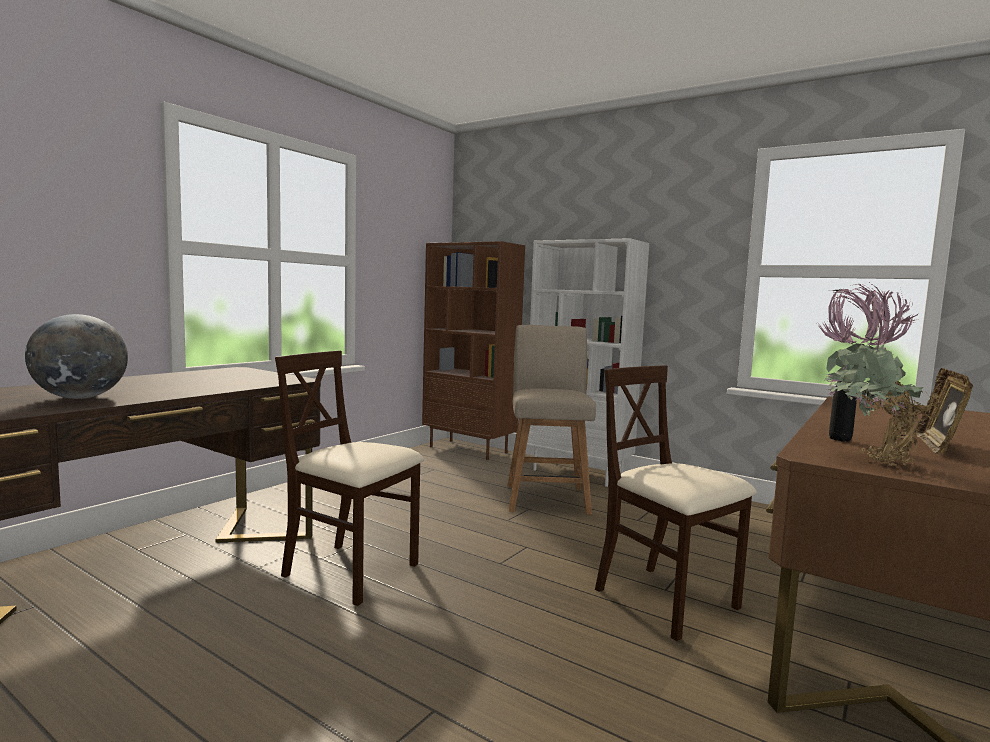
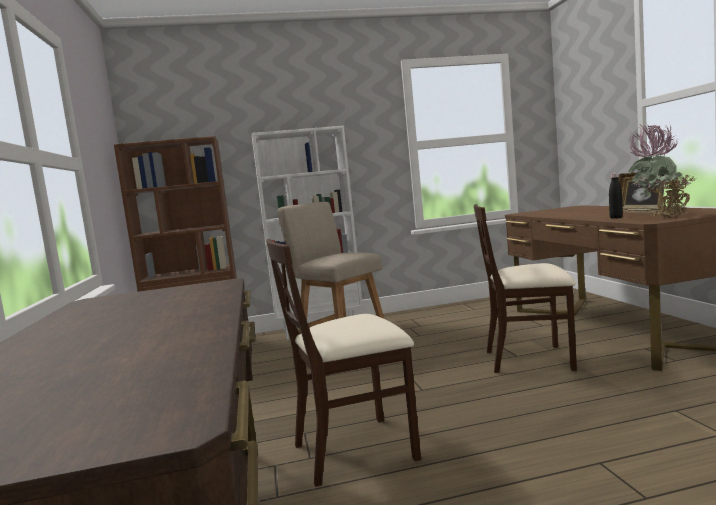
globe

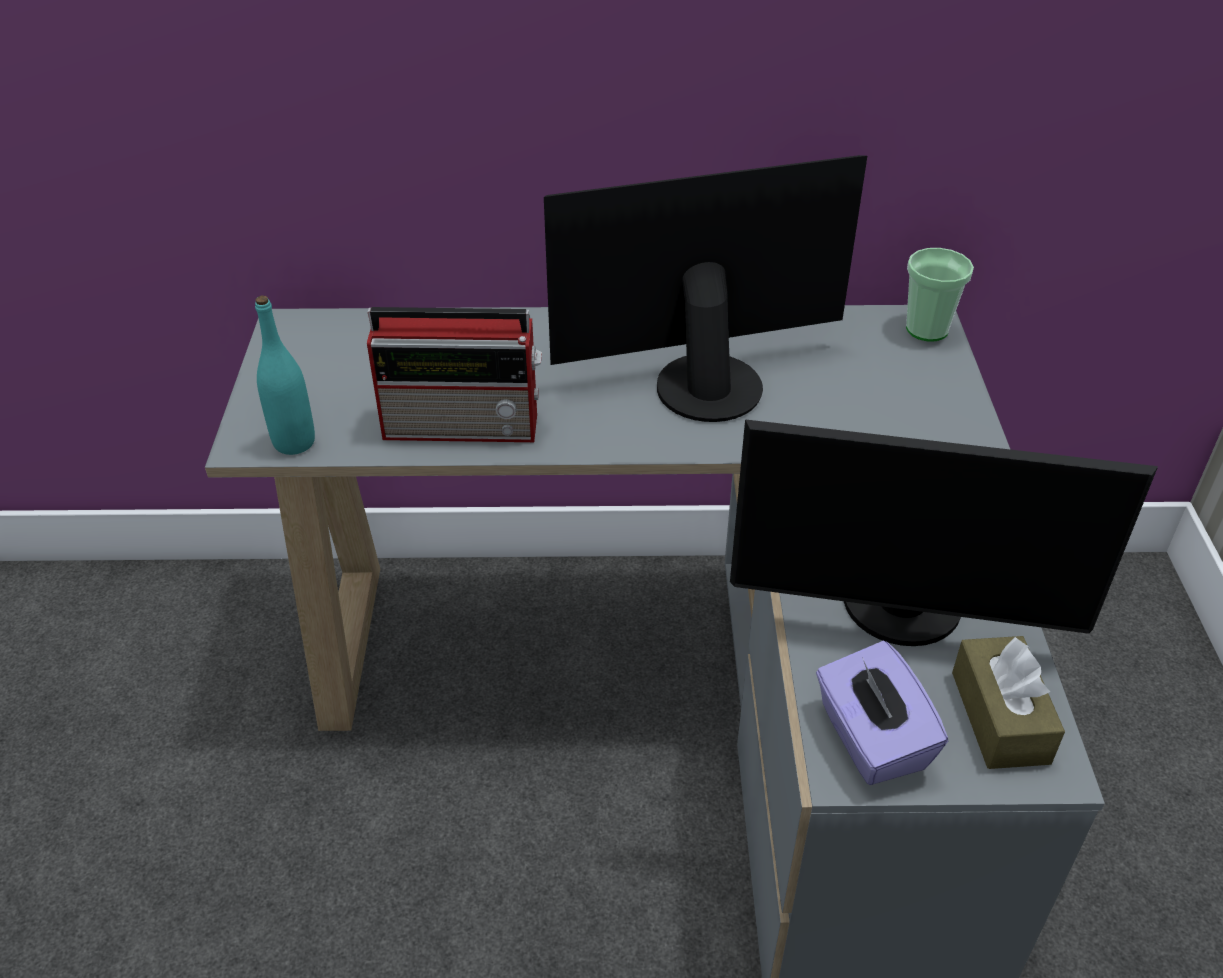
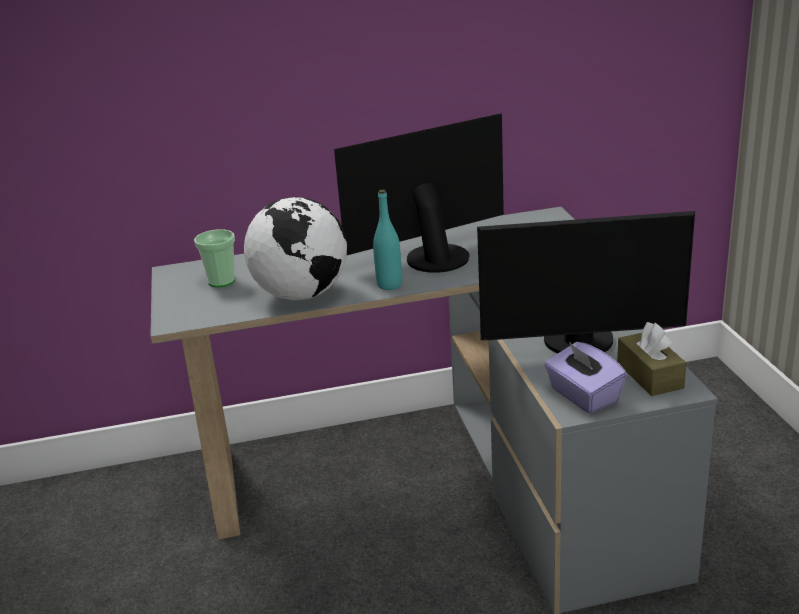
small cup
turquoise beverage bottle
globe

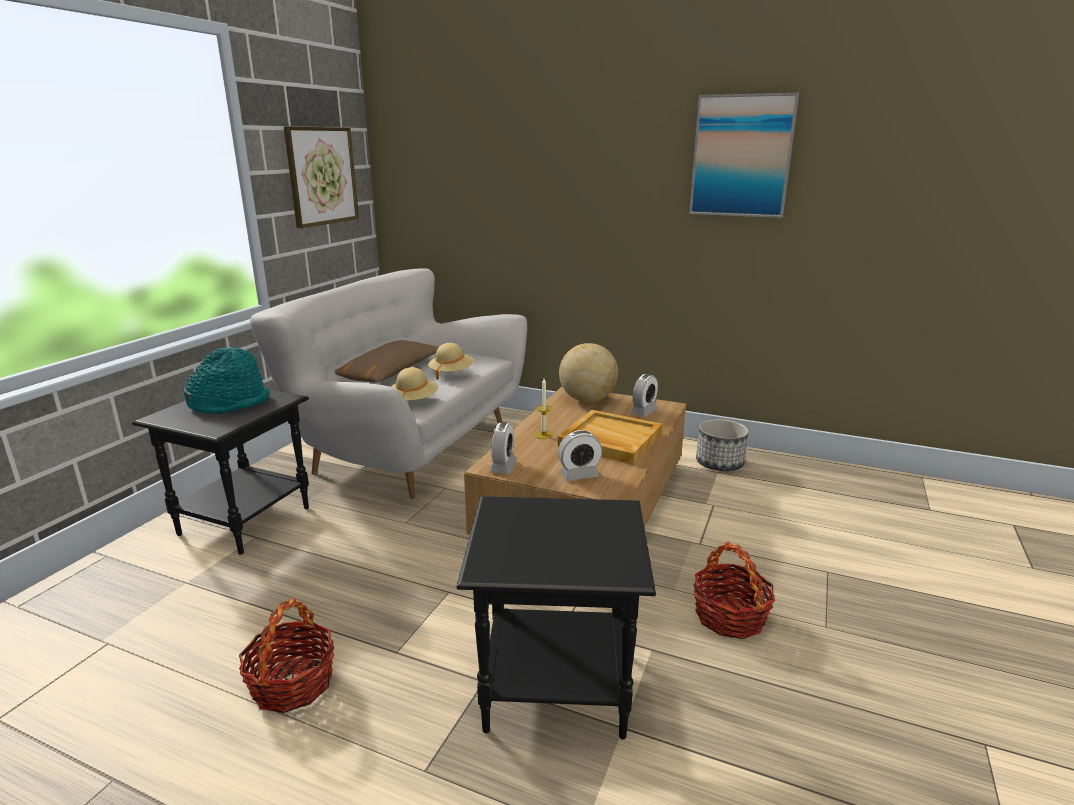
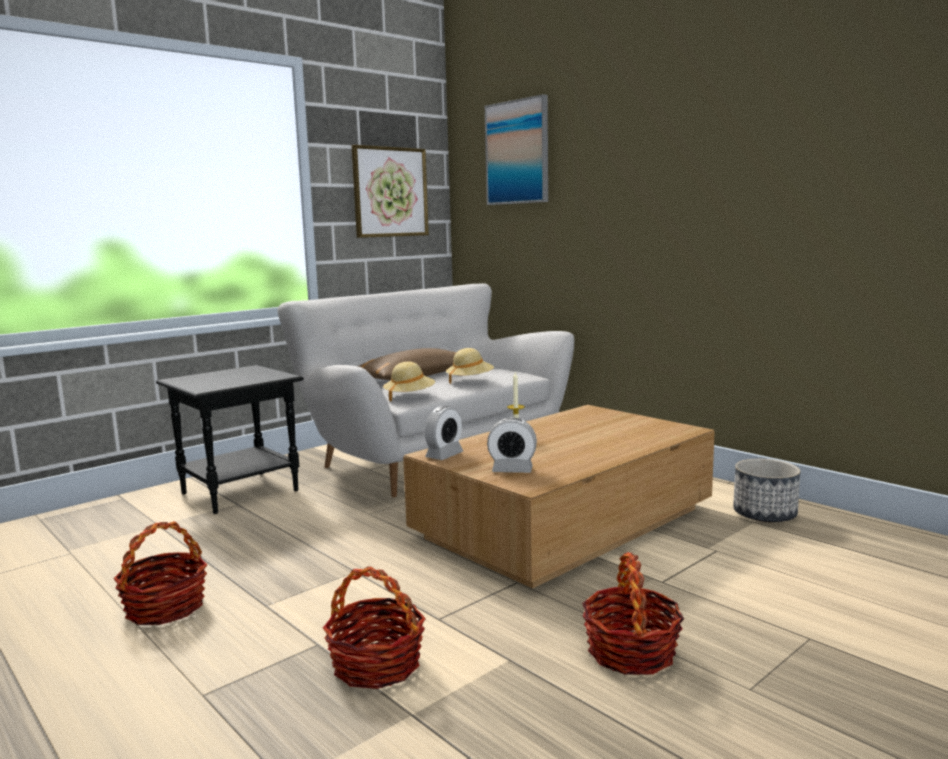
wall picture (2nd from left)
globe
turquoise wearable hat
alarm clock (3rd from left in the first image)
sand-coloured serving tray
storage basket (2nd from left)

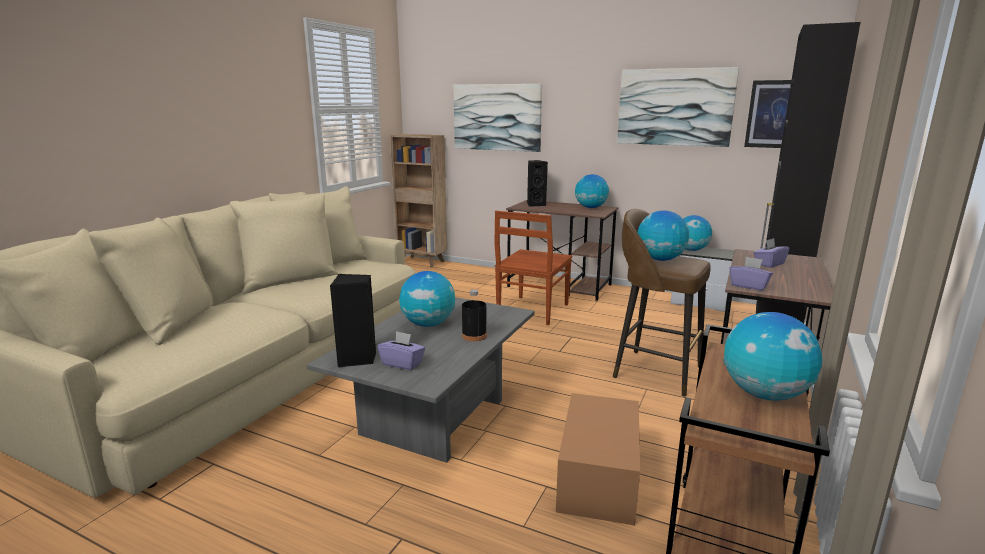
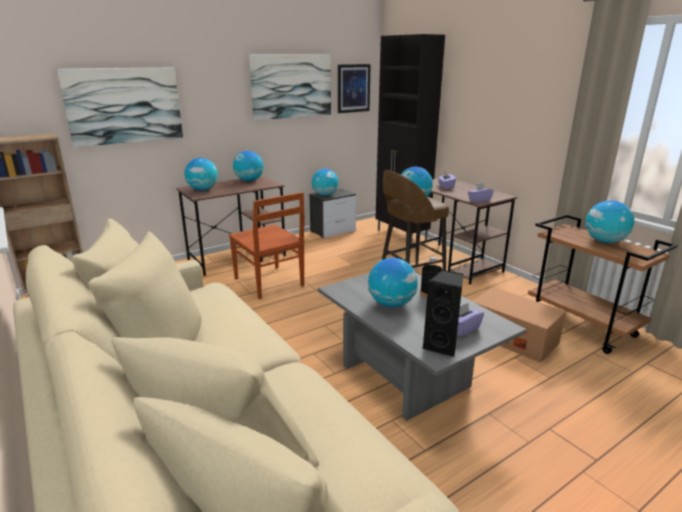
globe (1st from left)

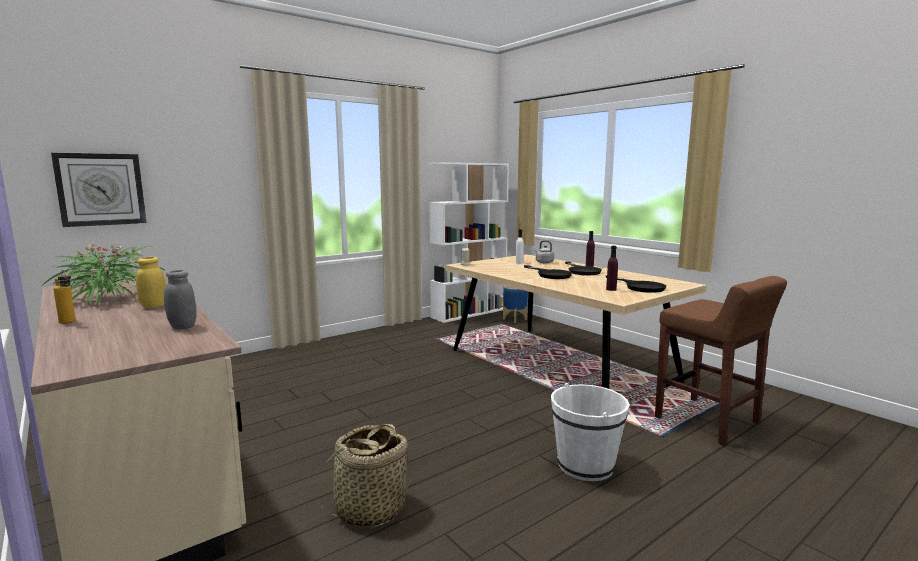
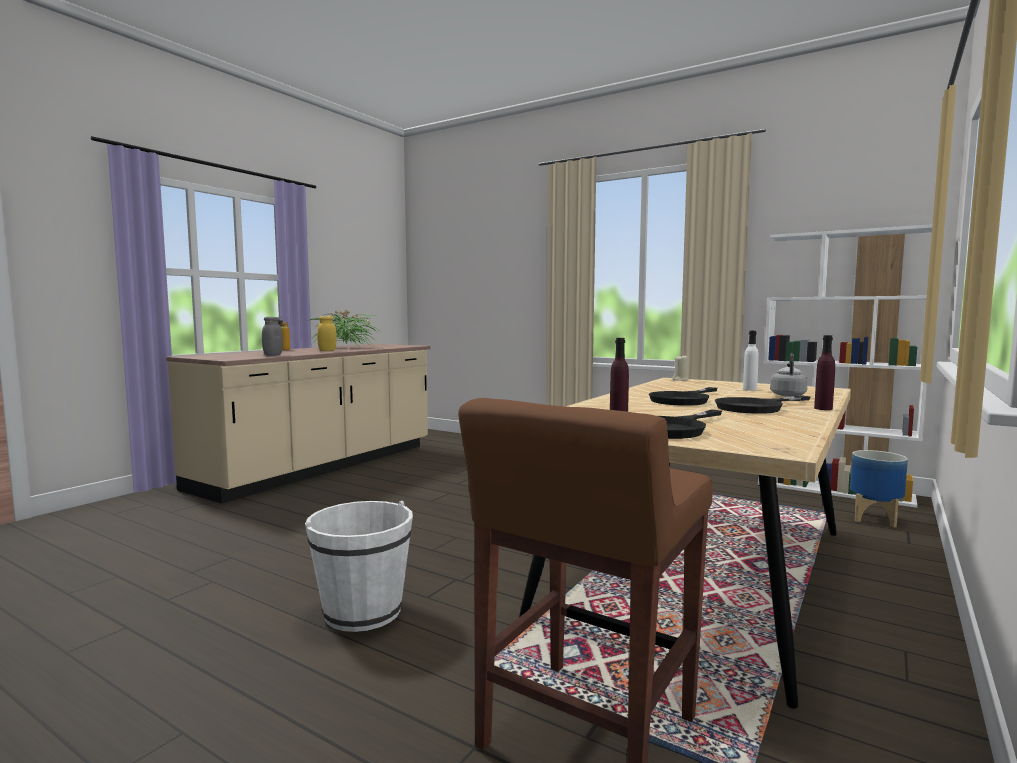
wall clock
storage basket

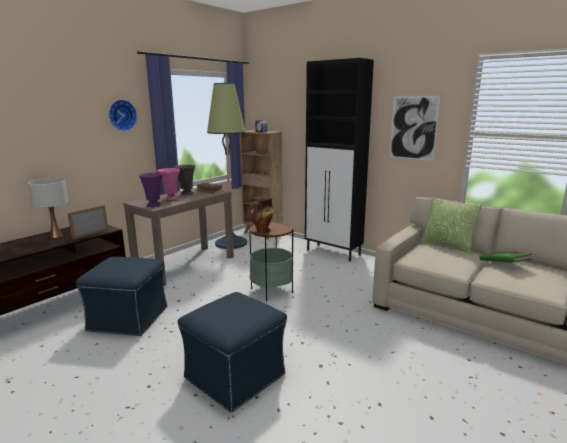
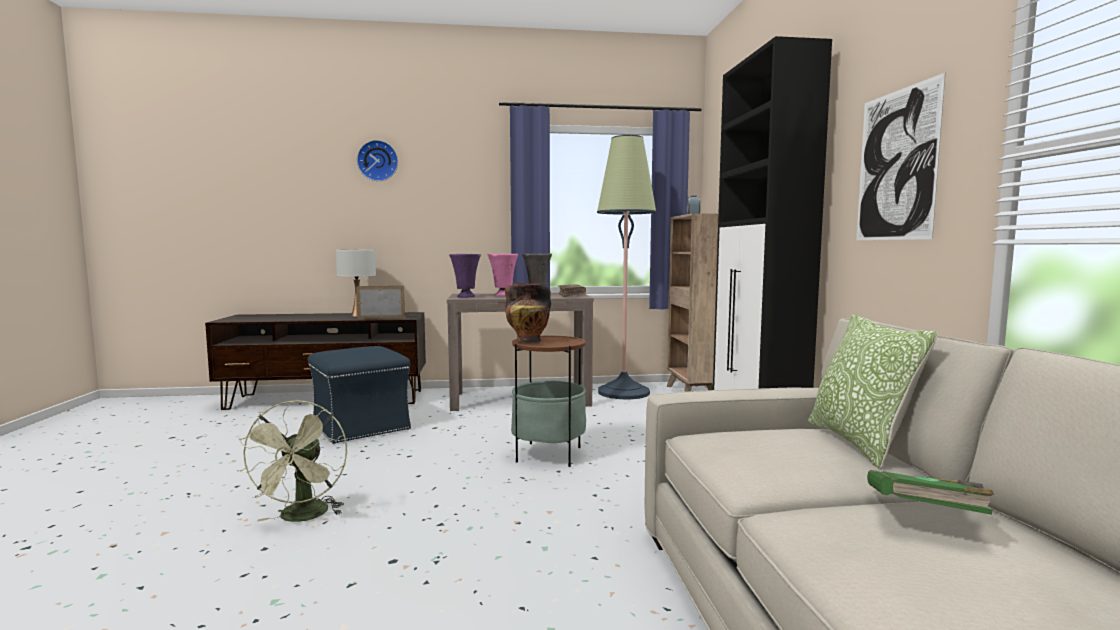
wall clock
greenish cooling fan

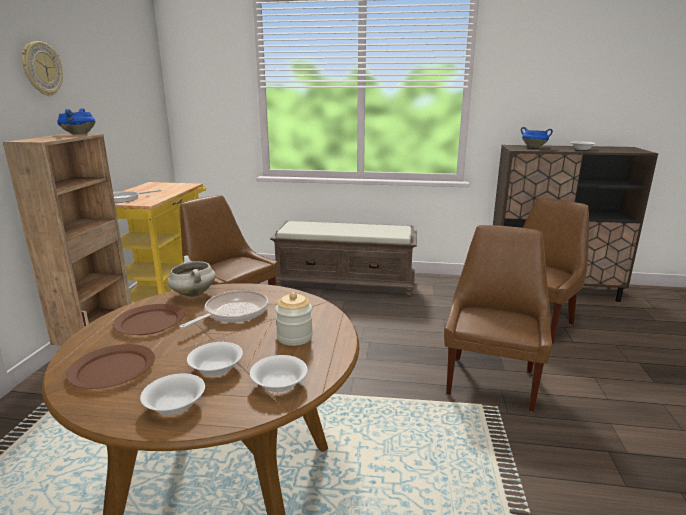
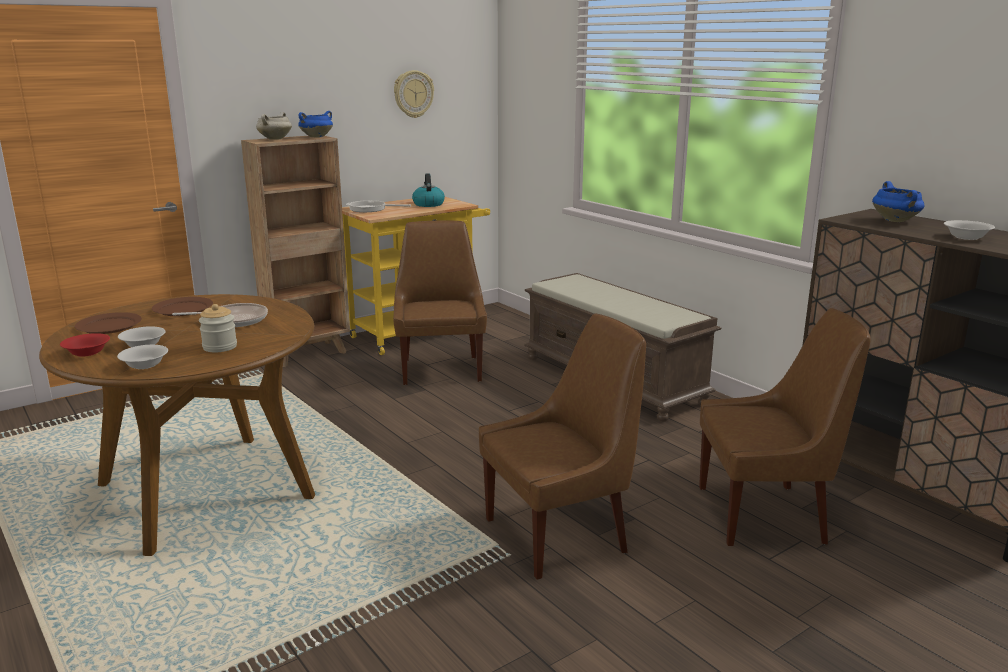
wall clock
whitish saucepot
red-coloured deep dish
kettle

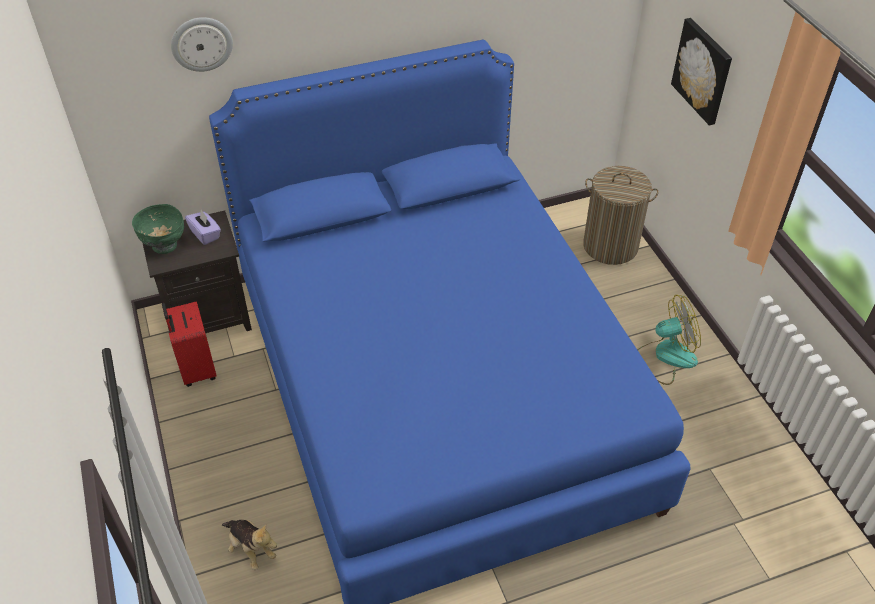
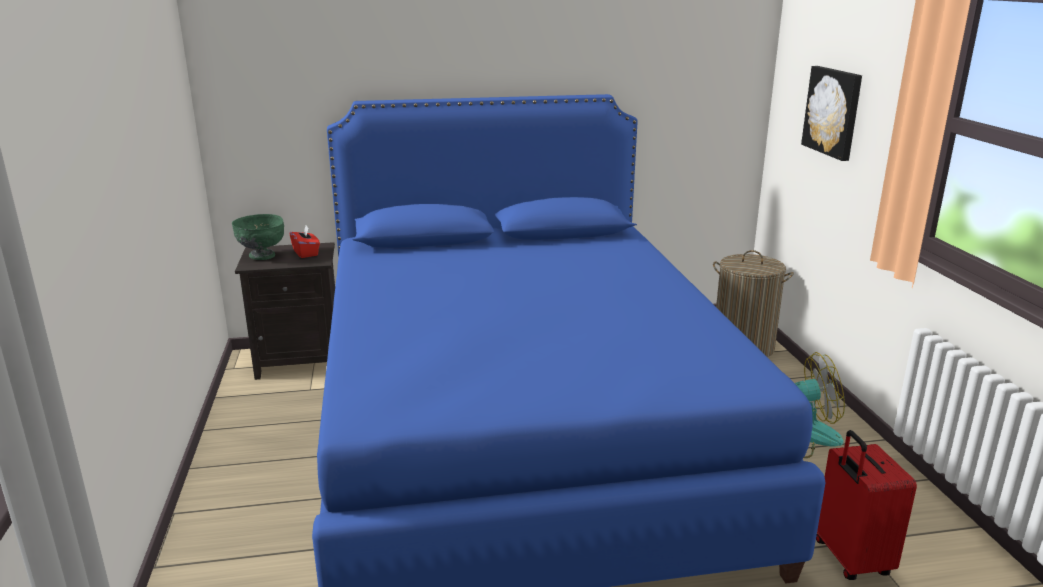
wall clock
red-coloured tissue holder
red-coloured suitcase
soft toy

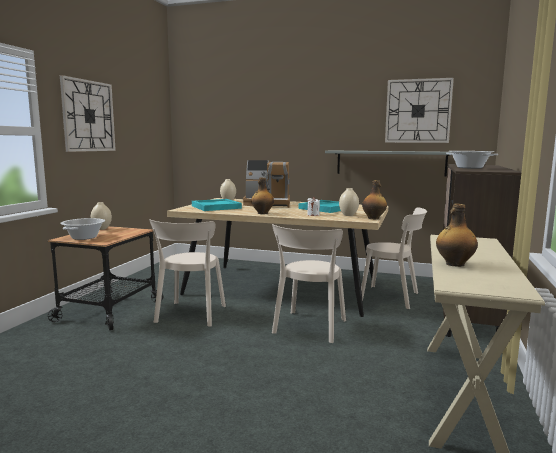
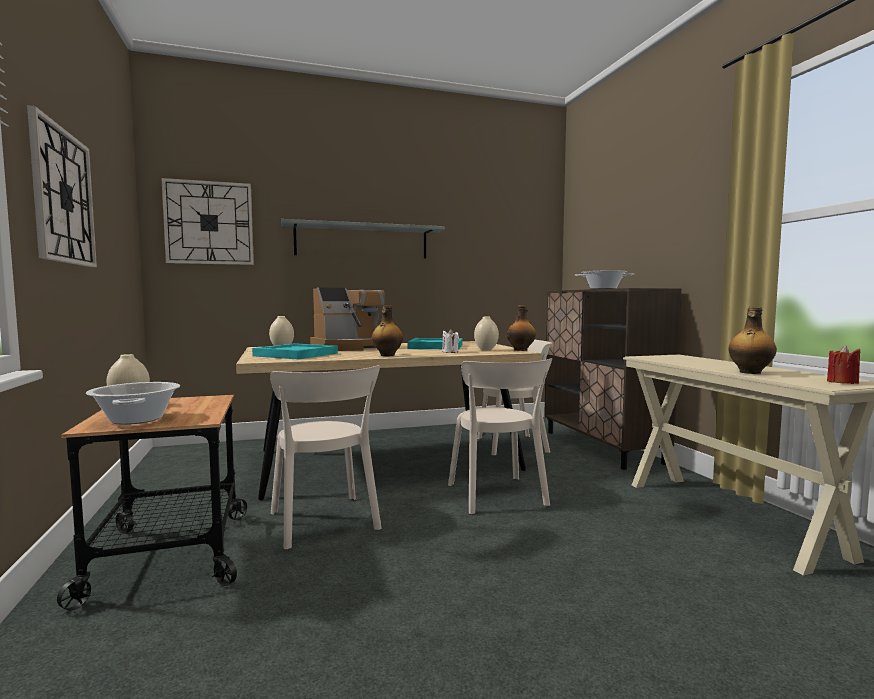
wall clock (2nd from left)
greyish bracket shelf
red-coloured wax light

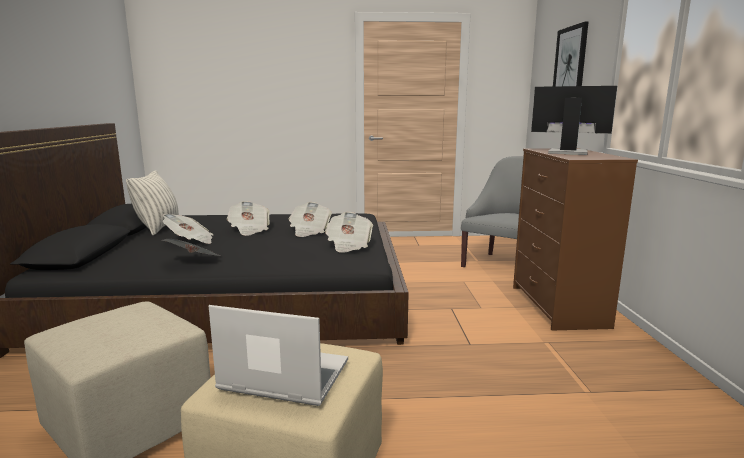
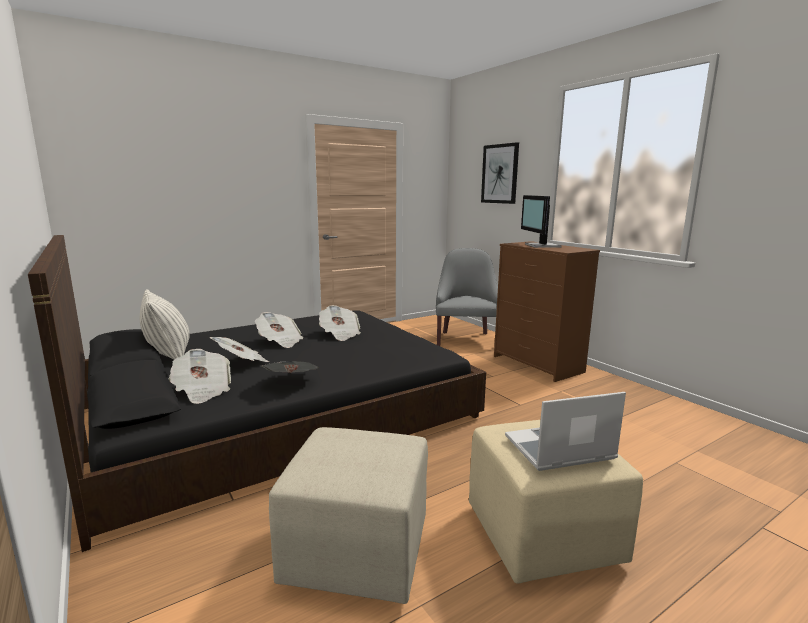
computer display
daily paper (1st from left)

